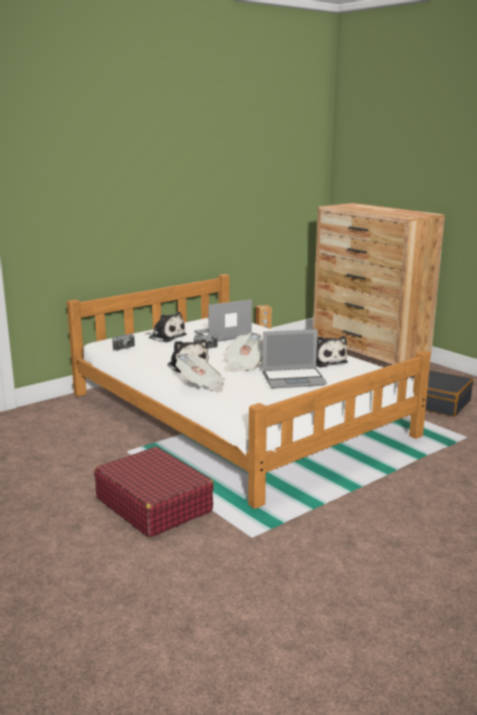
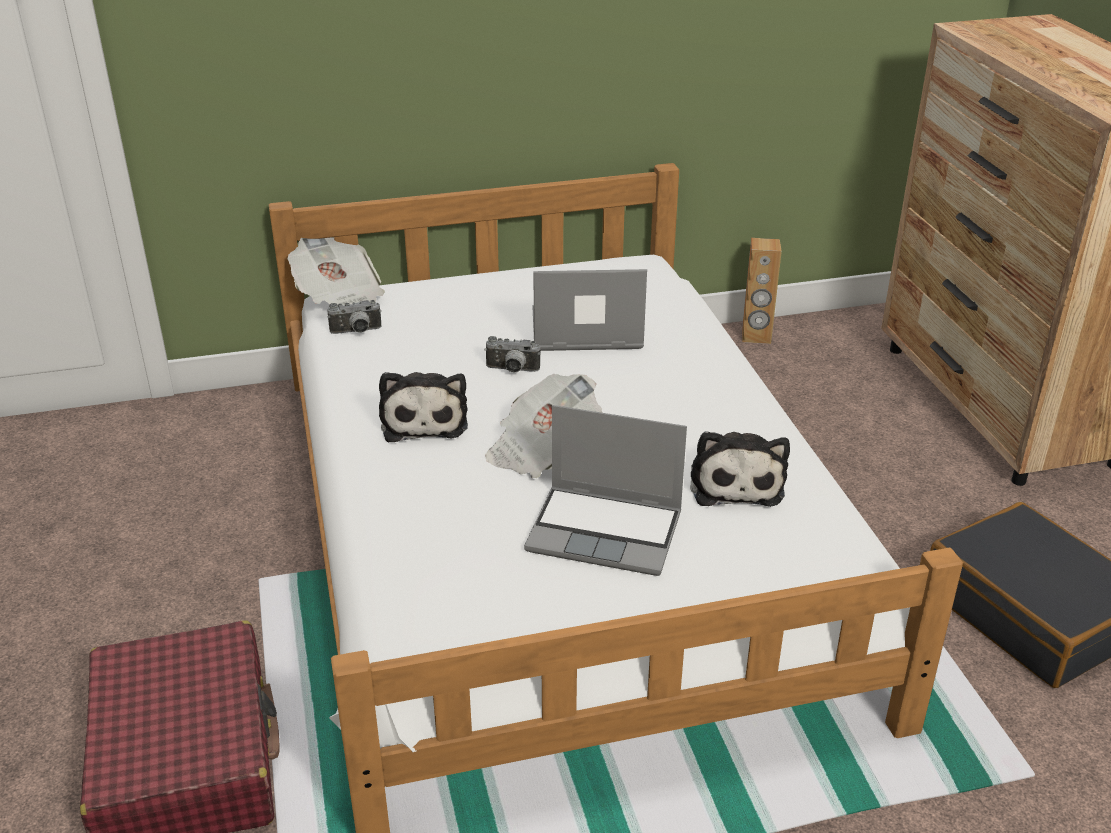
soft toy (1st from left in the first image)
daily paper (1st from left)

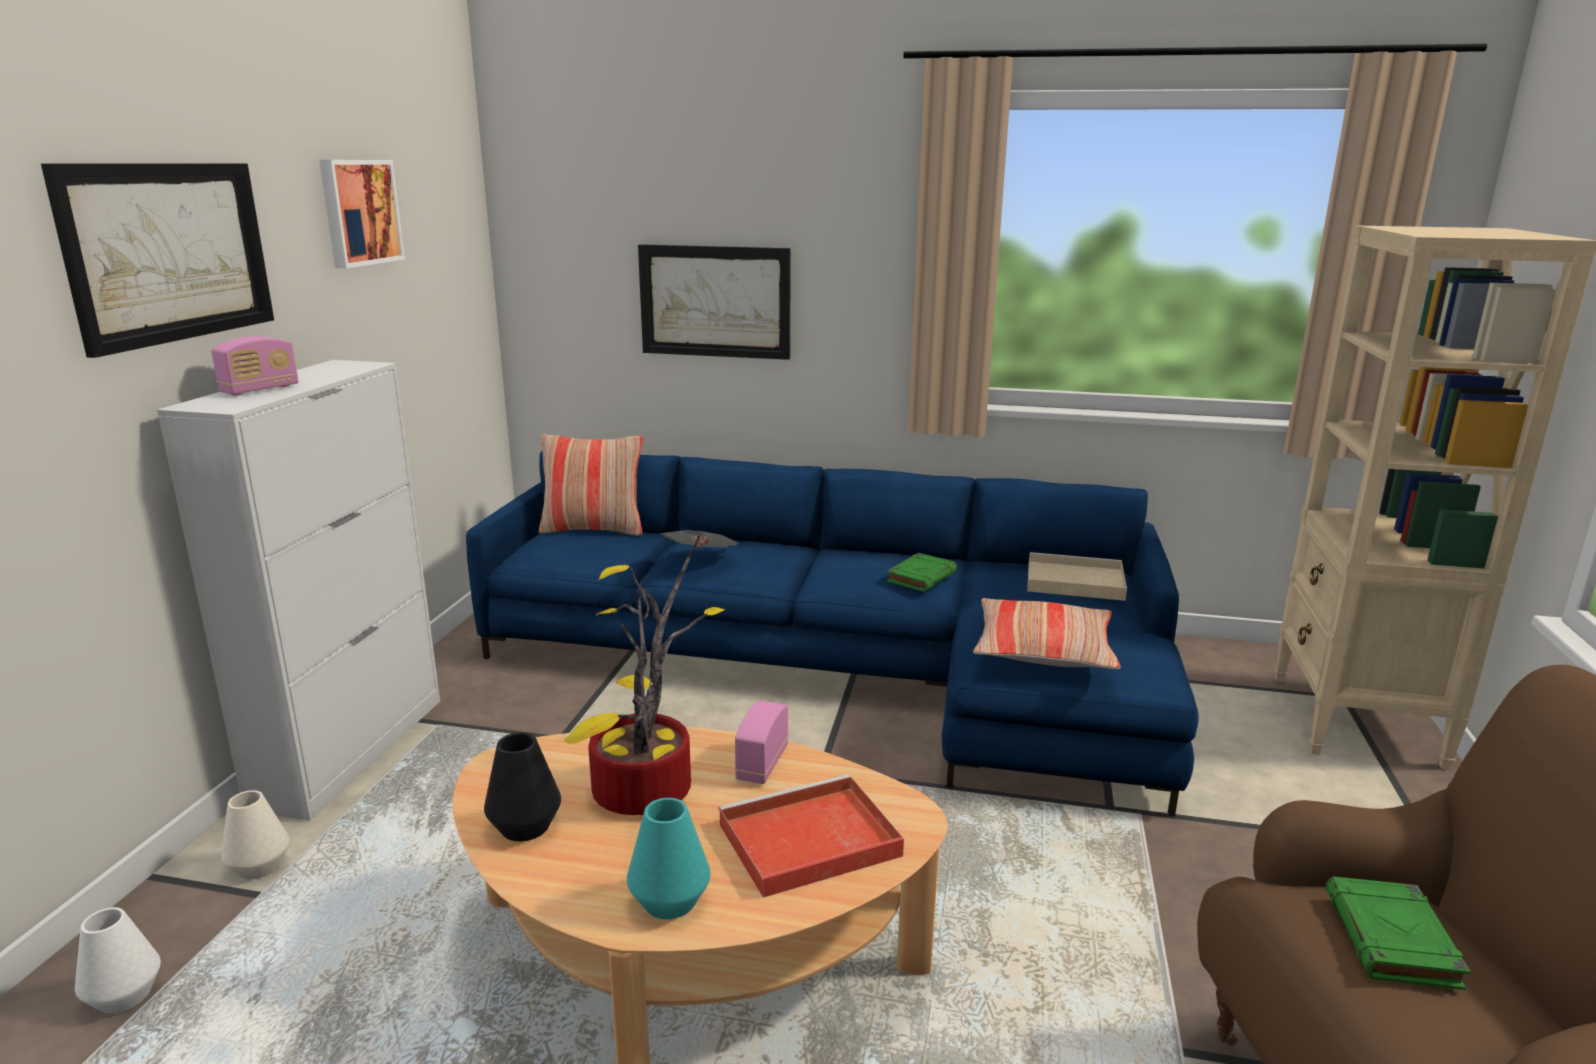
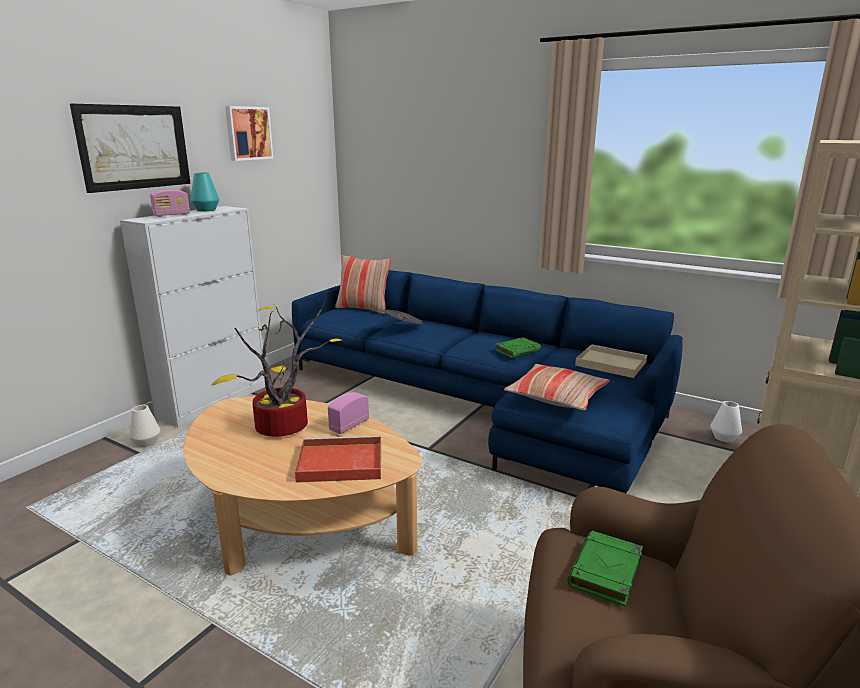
wall picture (3rd from left in the first image)
black vase
turquoise vase
whitish vase (2nd from left)

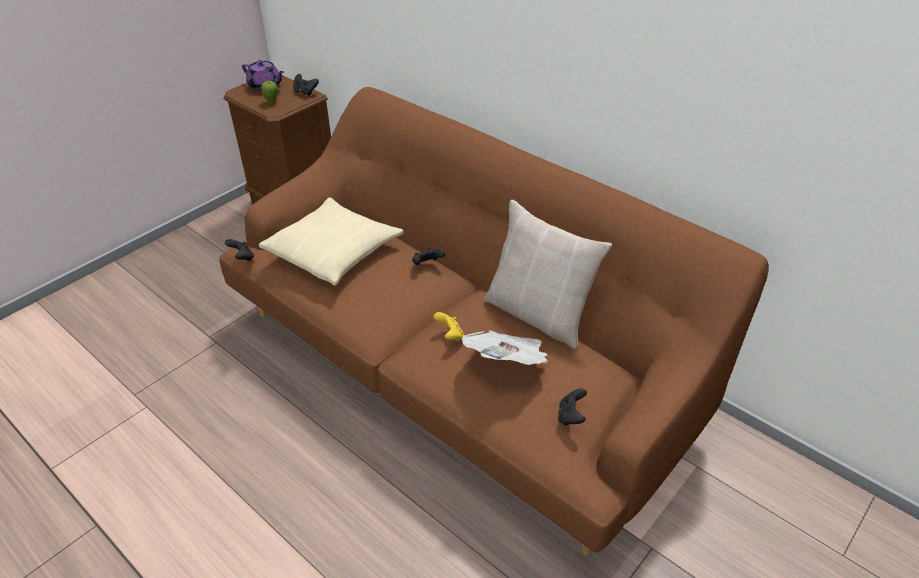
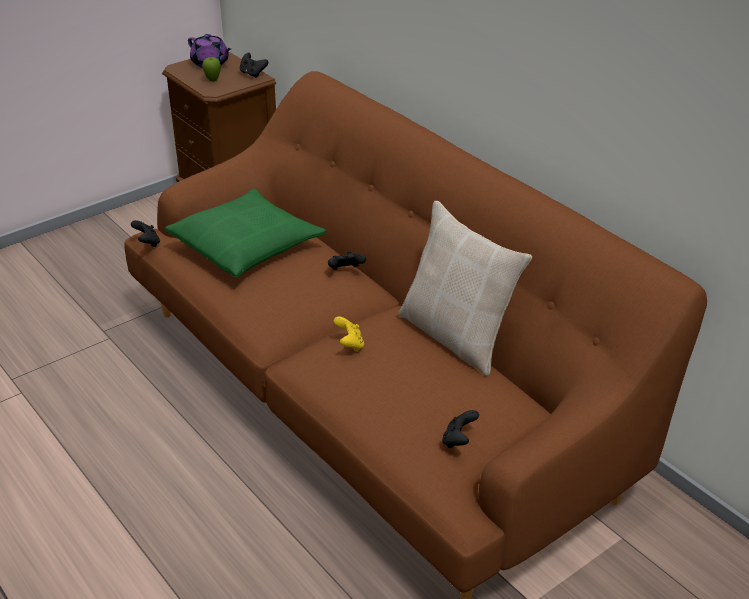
greenish pillow
daily paper

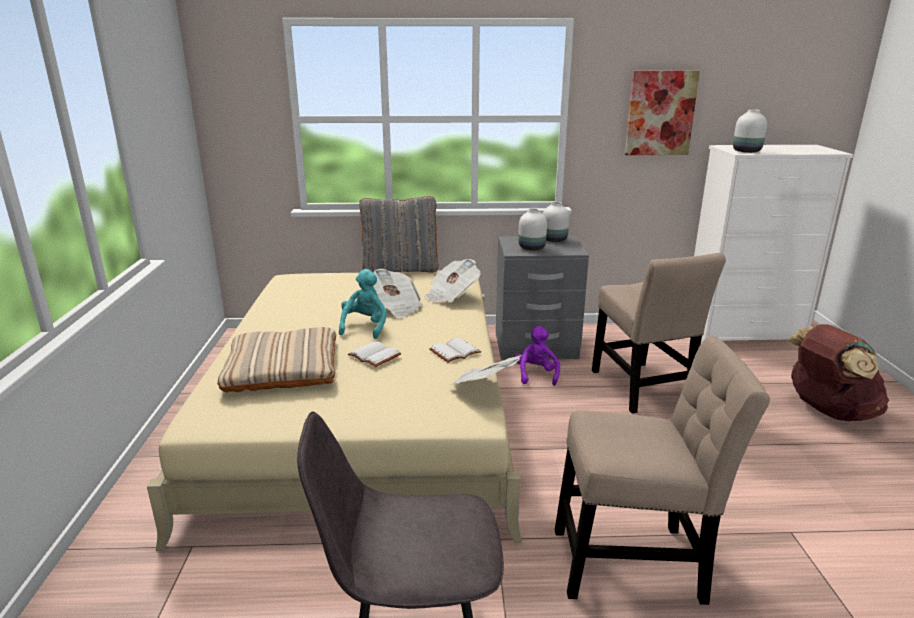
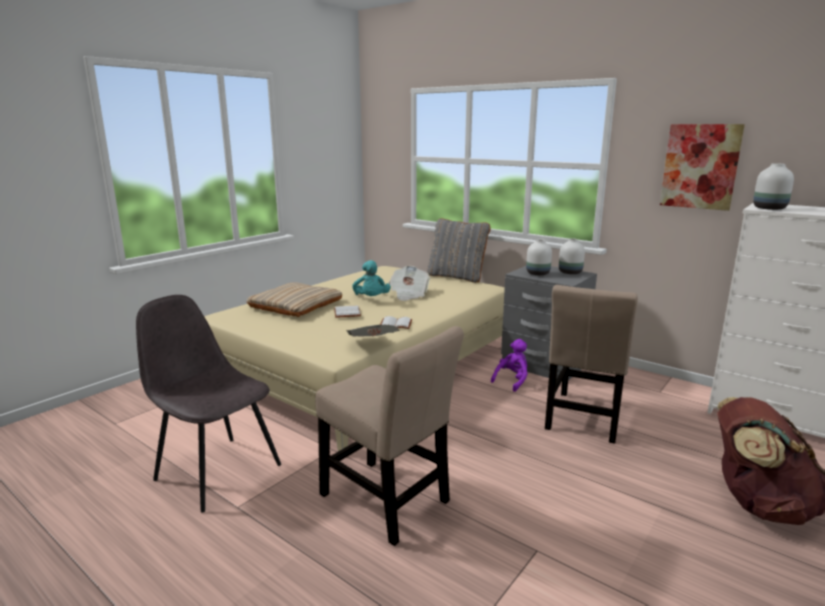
daily paper (2nd from left in the first image)
turquoise soft toy

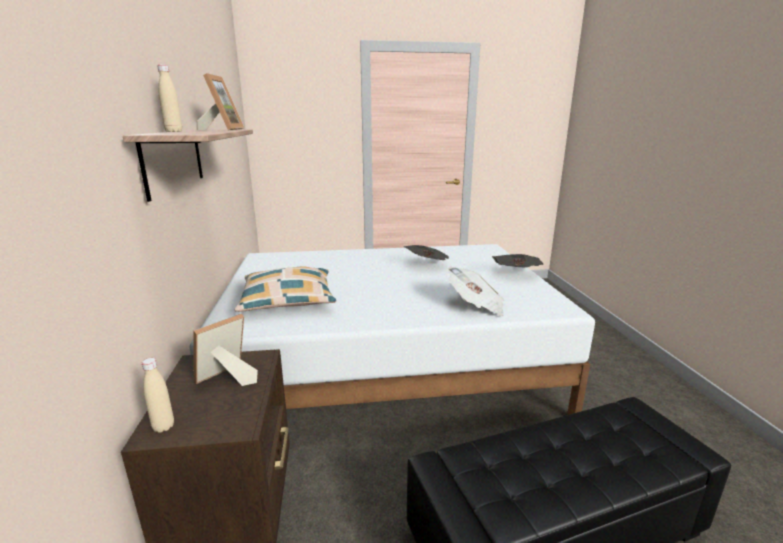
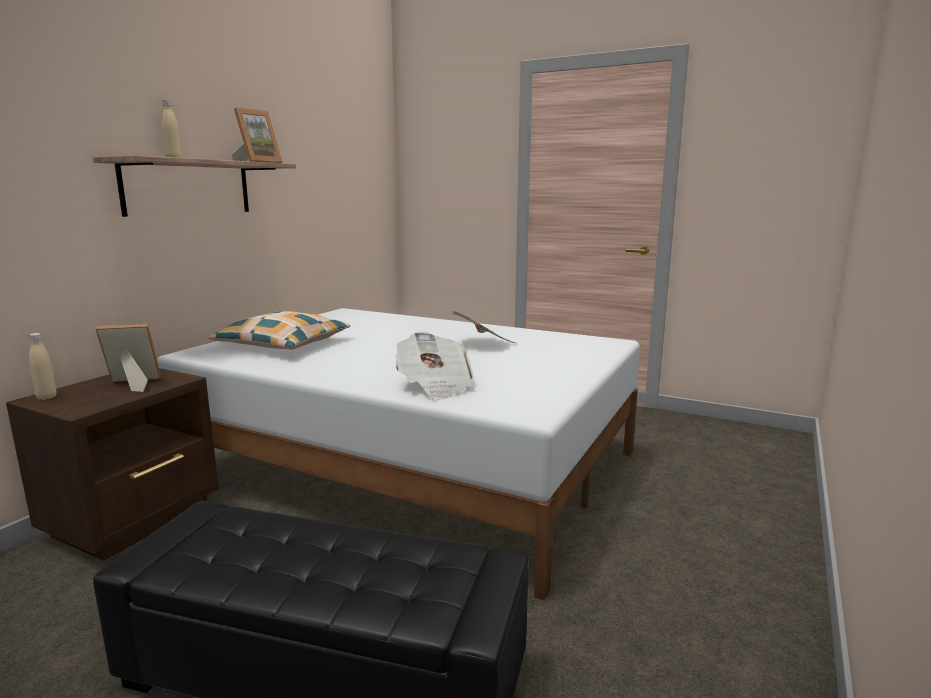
daily paper (3rd from left in the first image)

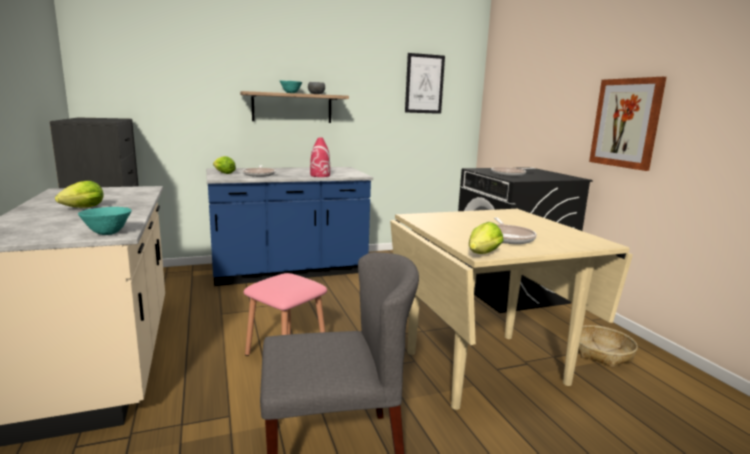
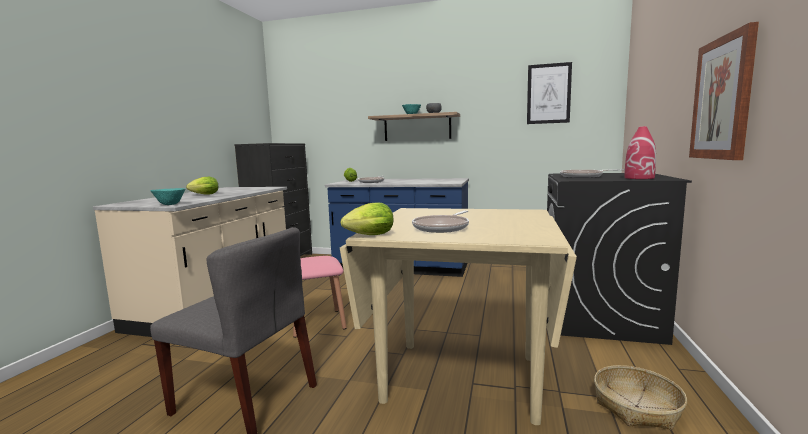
red-coloured vase

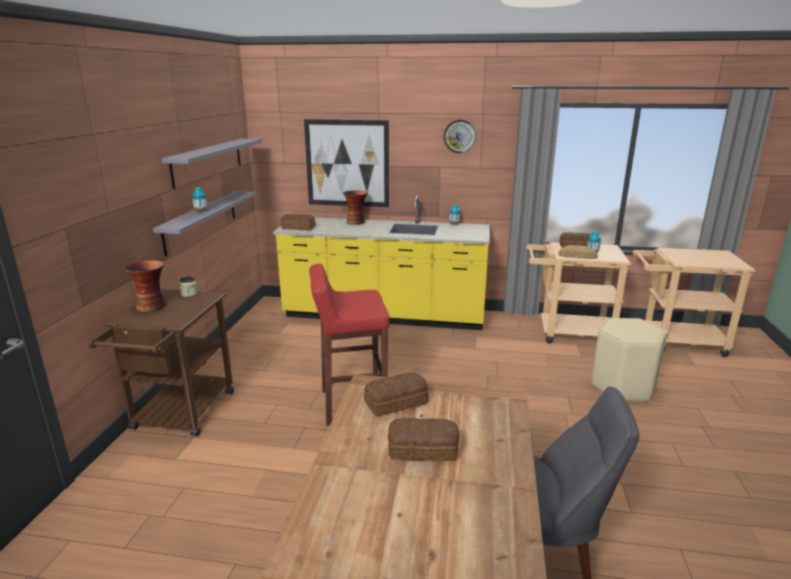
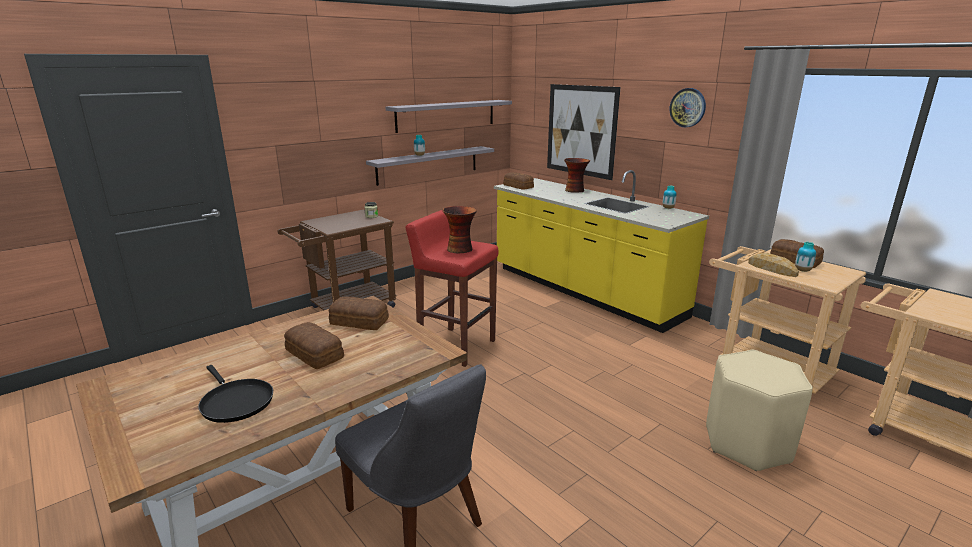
vase (2nd from left)
black frying pan

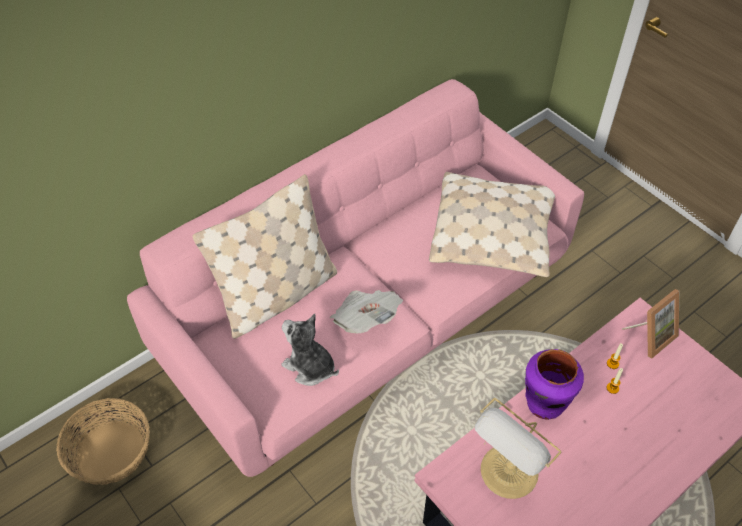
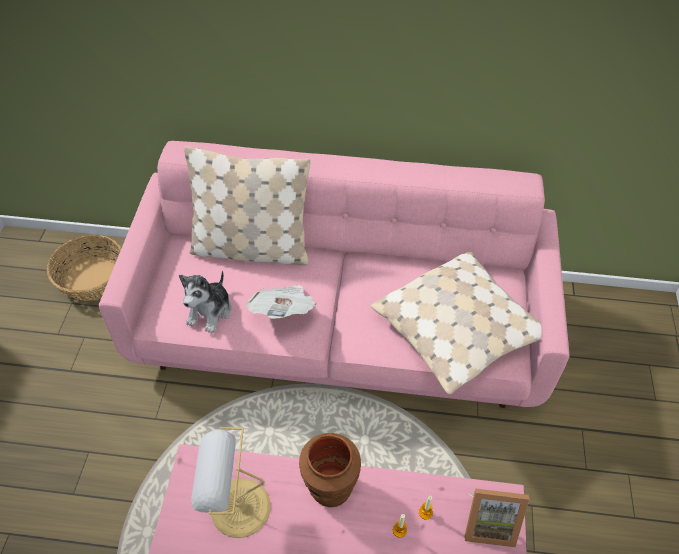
soft toy
brownish vase

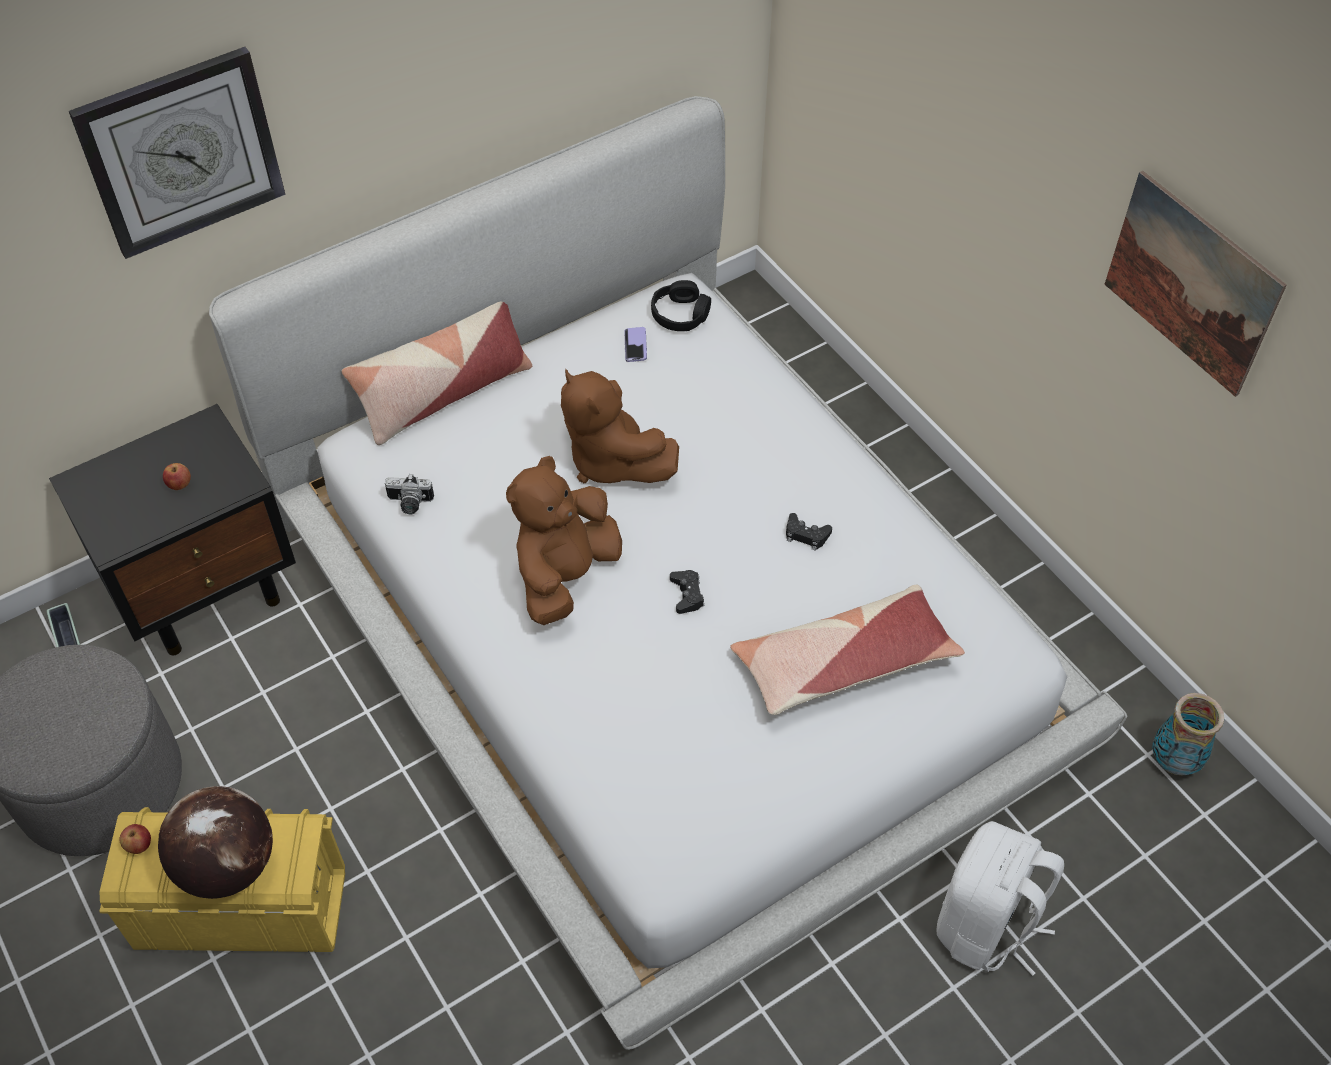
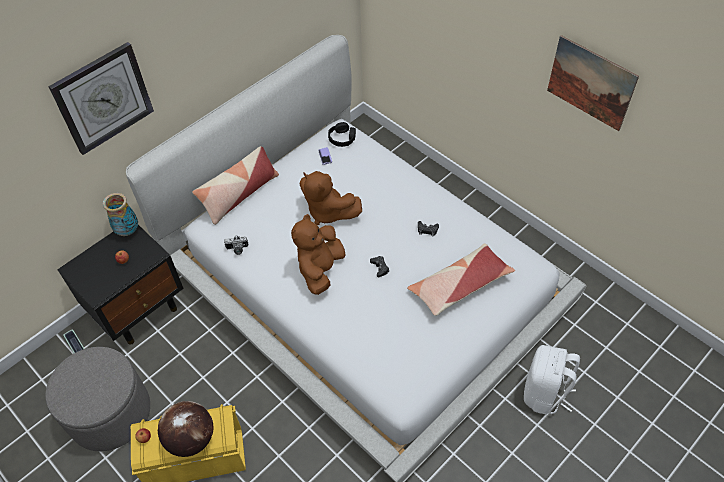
vase

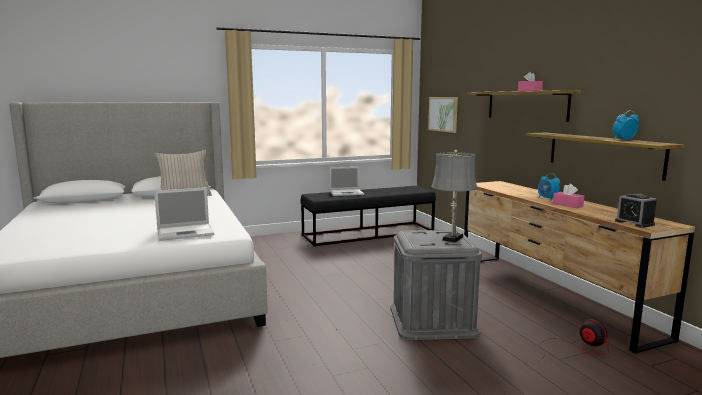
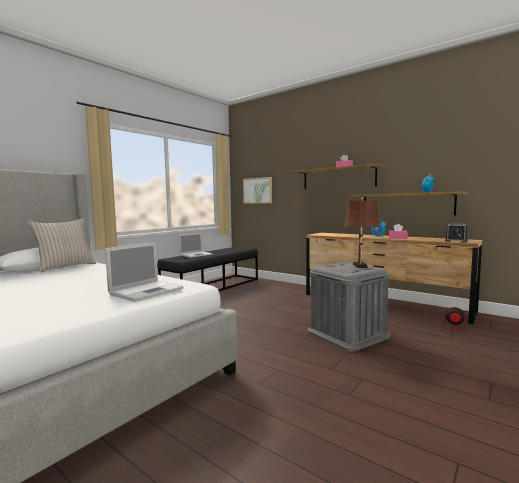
brownish tabletop lamp

